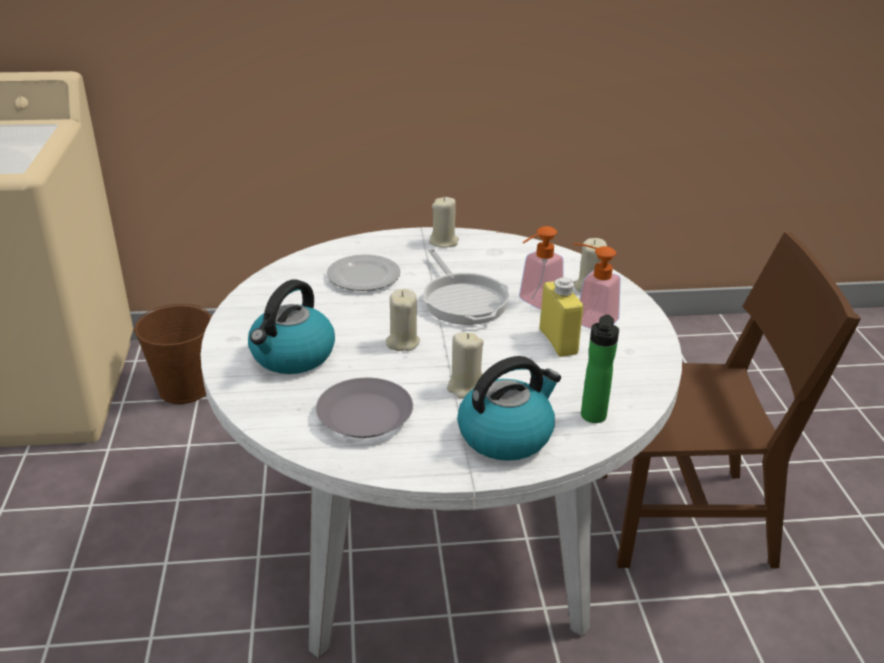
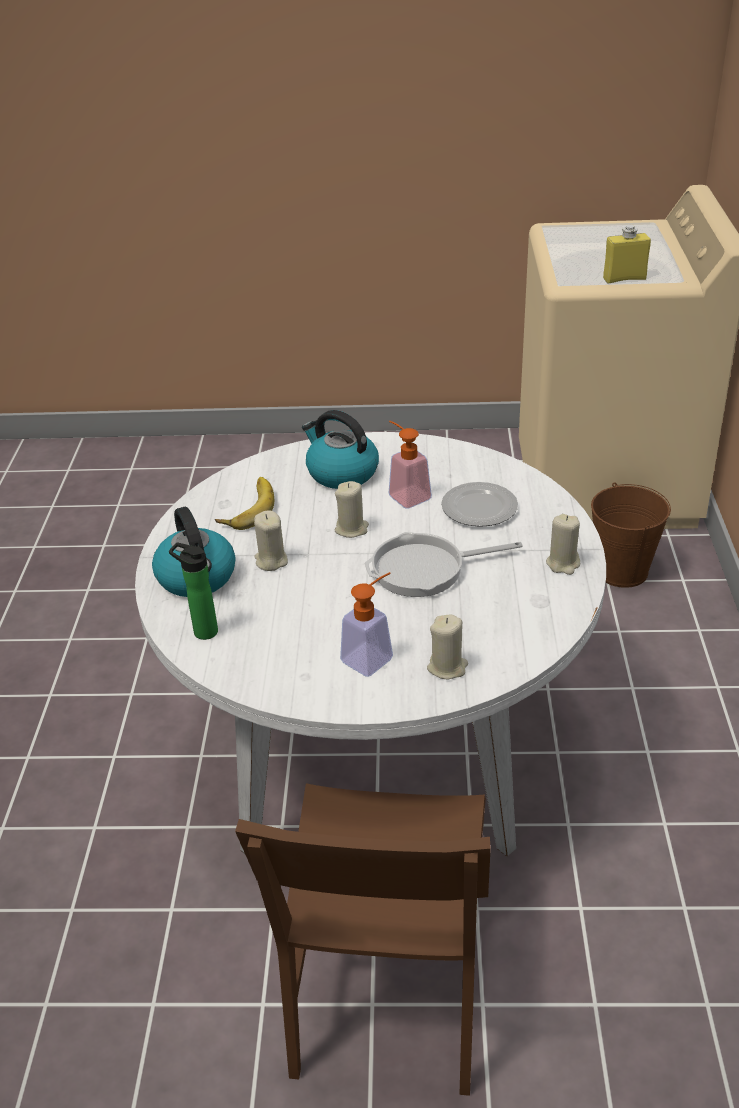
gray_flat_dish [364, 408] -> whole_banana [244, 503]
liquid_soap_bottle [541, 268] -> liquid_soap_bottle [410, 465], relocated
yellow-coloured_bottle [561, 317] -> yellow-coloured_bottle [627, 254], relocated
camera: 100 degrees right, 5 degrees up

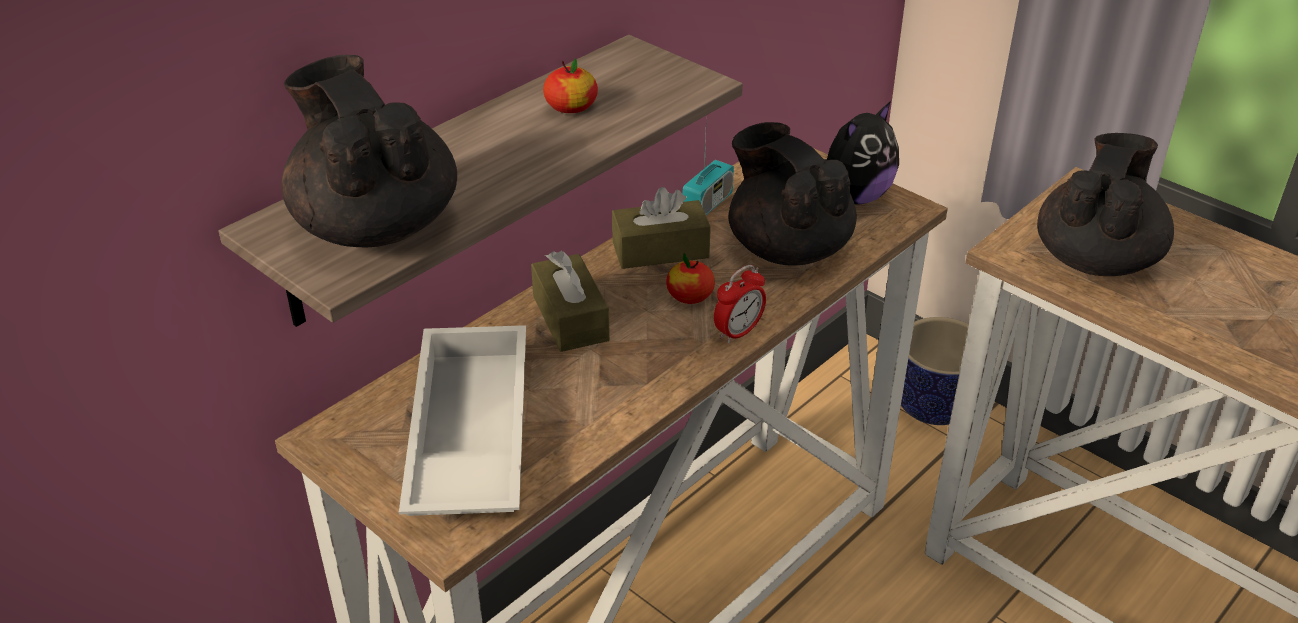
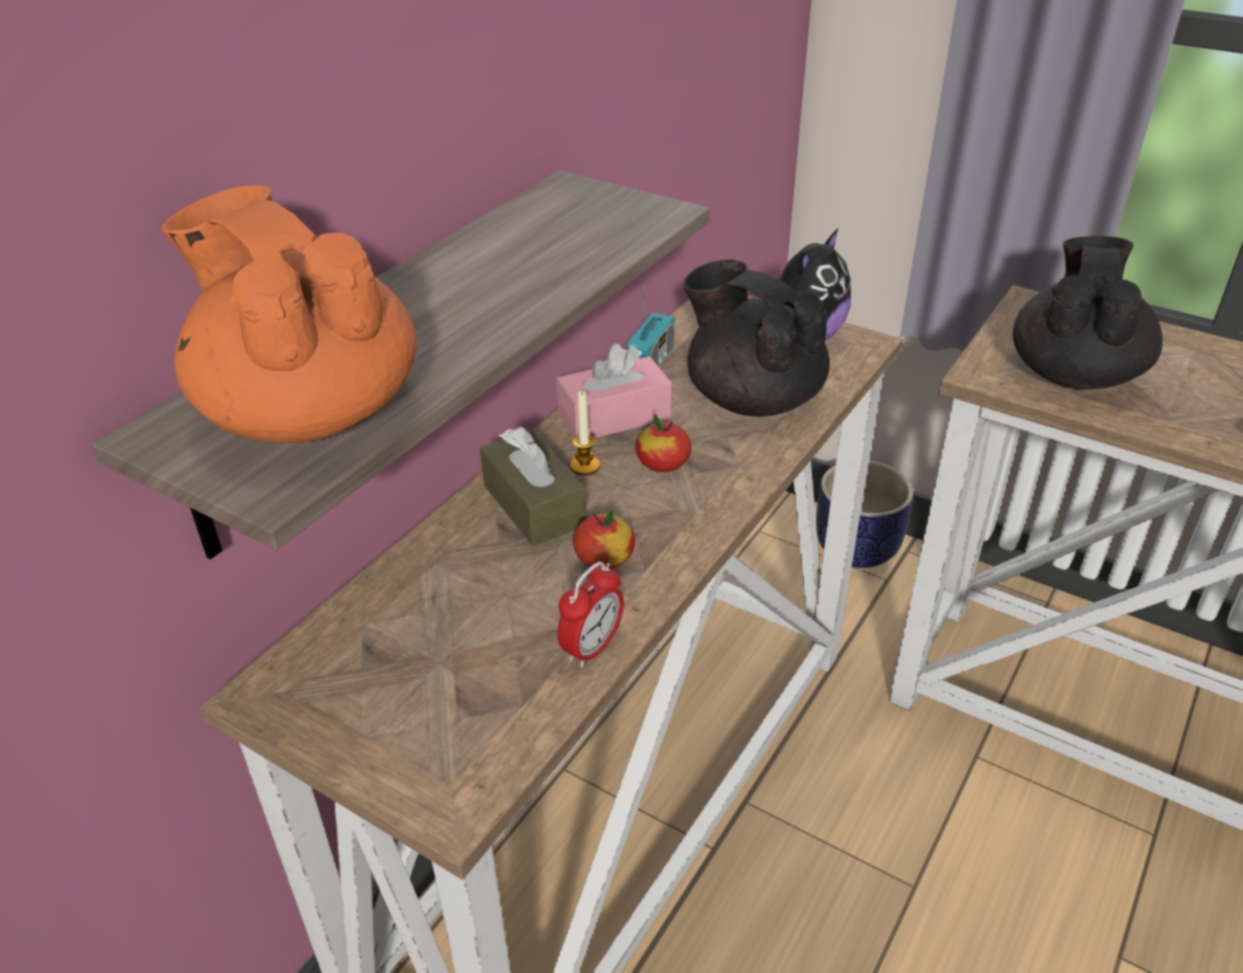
black_pot_for_tea [369, 151] -> orangey_pot_for_tea [289, 314]
brownish_box_of_tissues [661, 228] -> pink-coloured_box_of_tissues [614, 391]
table_clock [740, 304] -> table_clock [590, 614], relocated
none -> wax_light [585, 433]
apple [570, 85] -> apple [604, 540], relocated
white-coloured_carrying_tray [462, 420] -> none
camera: 10 degrees left, 0 degrees up

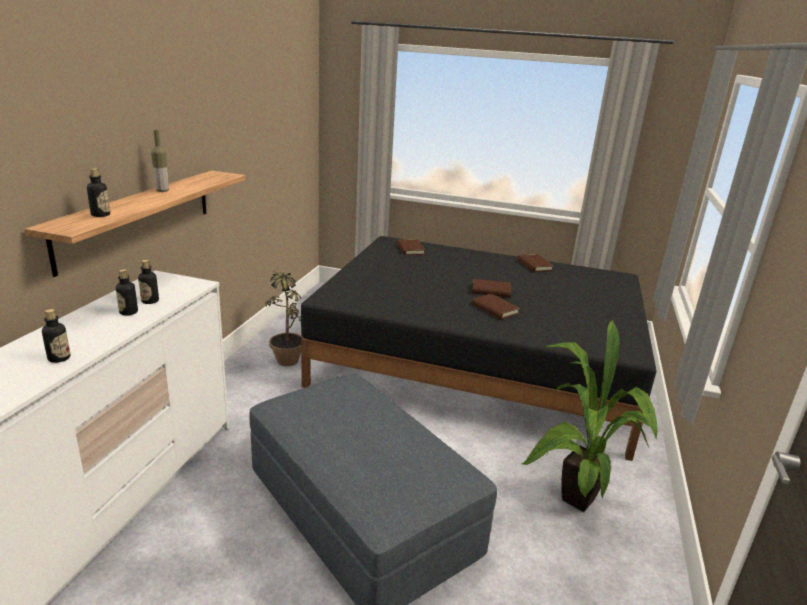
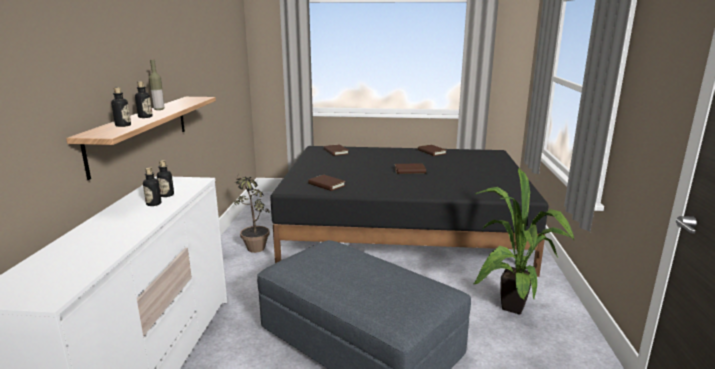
bottle [56, 336] -> bottle [144, 99], relocated
brownish_book [496, 307] -> brownish_book [327, 183], relocated
camera: 10 degrees left, 5 degrees down

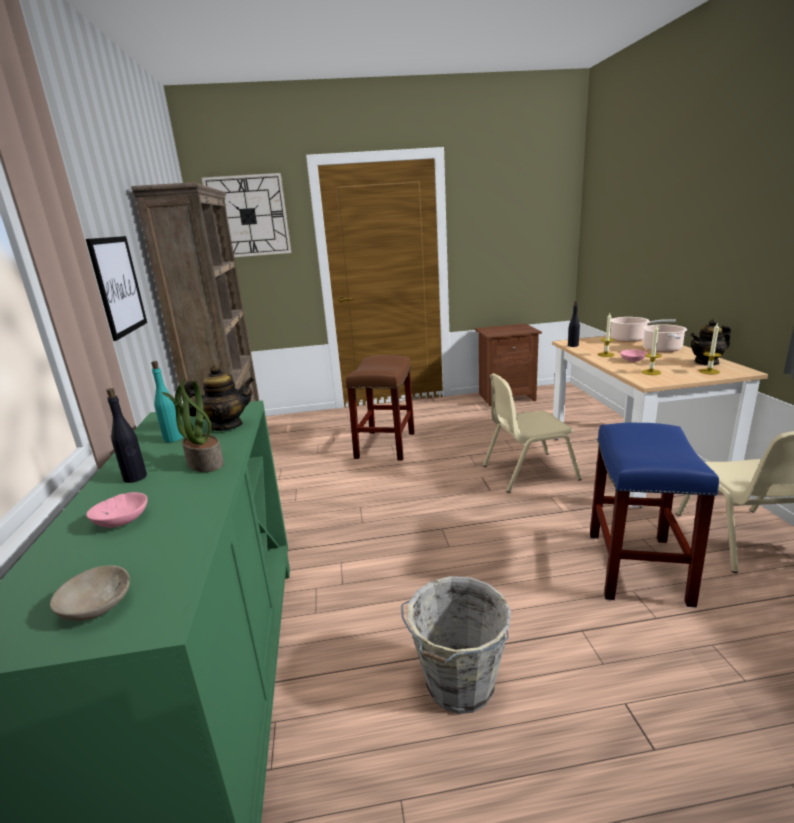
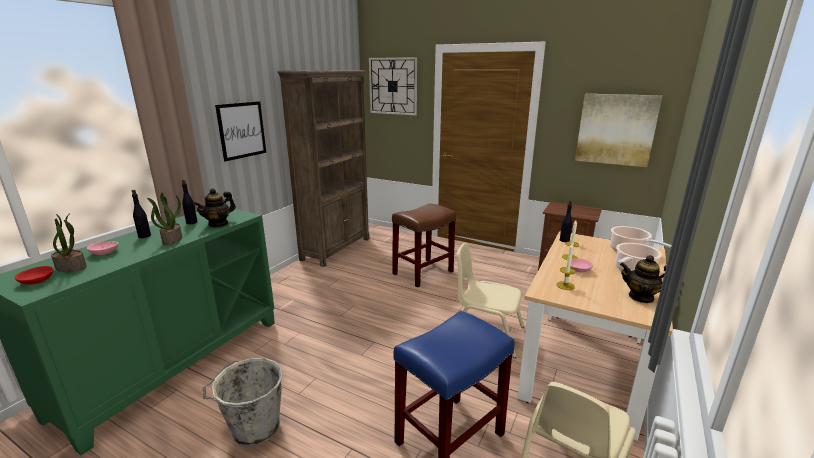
sand-coloured_bowl [90, 593] -> red_bowl [33, 275]
none -> potted_plant [69, 242]
turquoise_bottle [167, 401] -> black_bottle [189, 202]
pot_for_tea [219, 397] -> pot_for_tea [215, 207], 105 degrees clockwise
none -> wall_art [618, 130]
wax_light [710, 349] -> none
camera: 35 degrees right, 0 degrees up

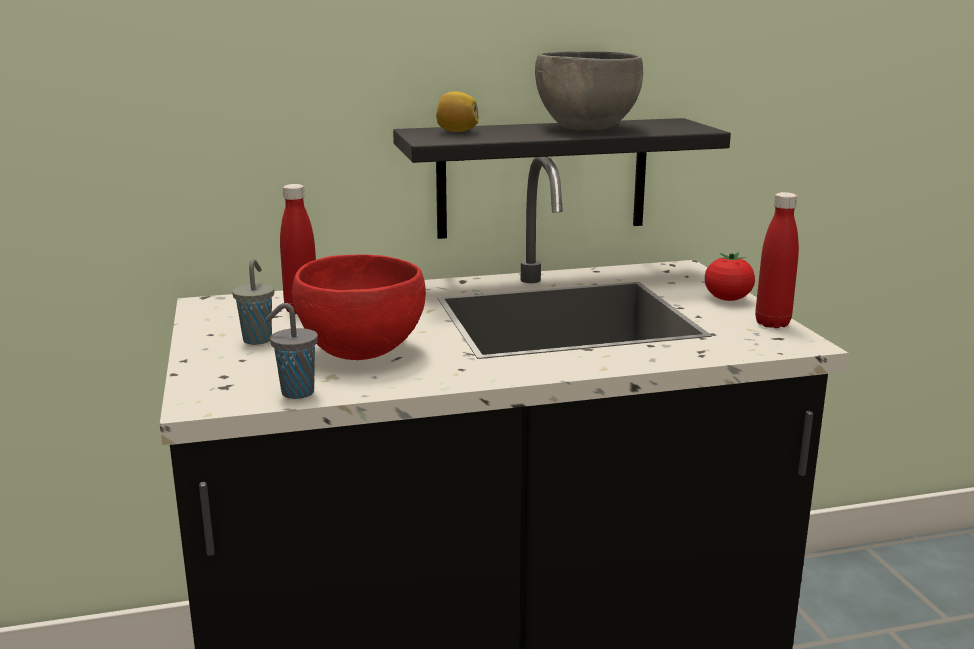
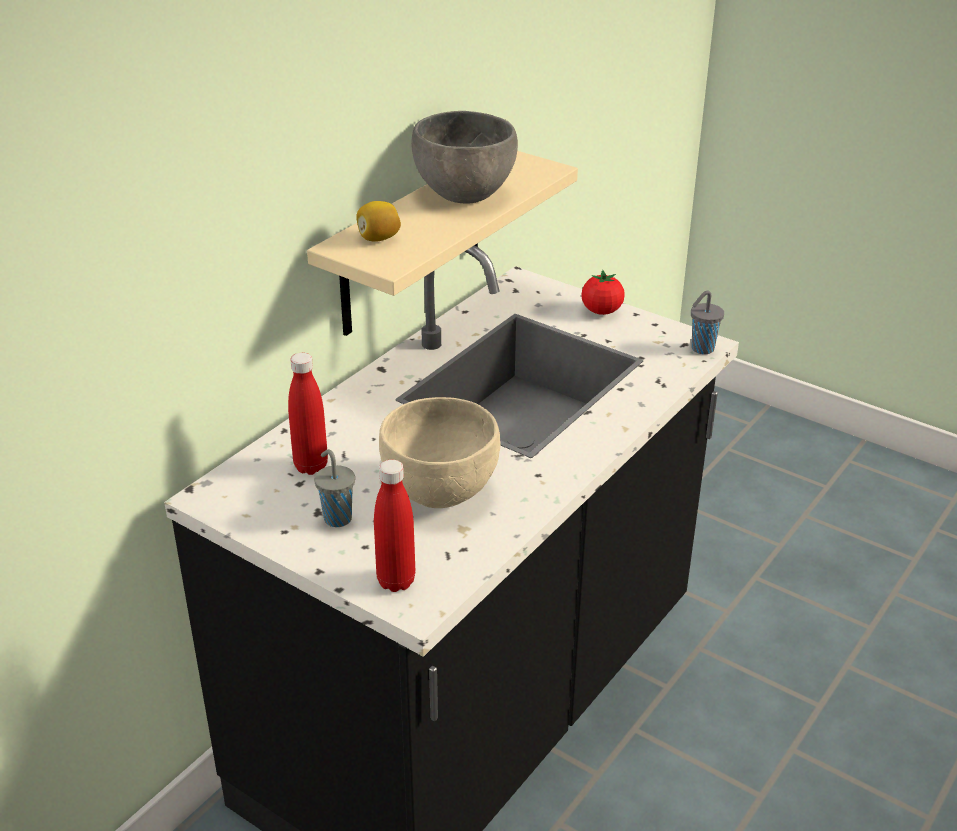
black_bracket_shelf [562, 178] -> sand-coloured_bracket_shelf [442, 243]
red_bottle [777, 260] -> red_bottle [395, 526], relocated
red_bowl [359, 307] -> sand-coloured_bowl [440, 452]
gray_small_cup [291, 351] -> gray_small_cup [707, 322], relocated
camera: 40 degrees left, 15 degrees up

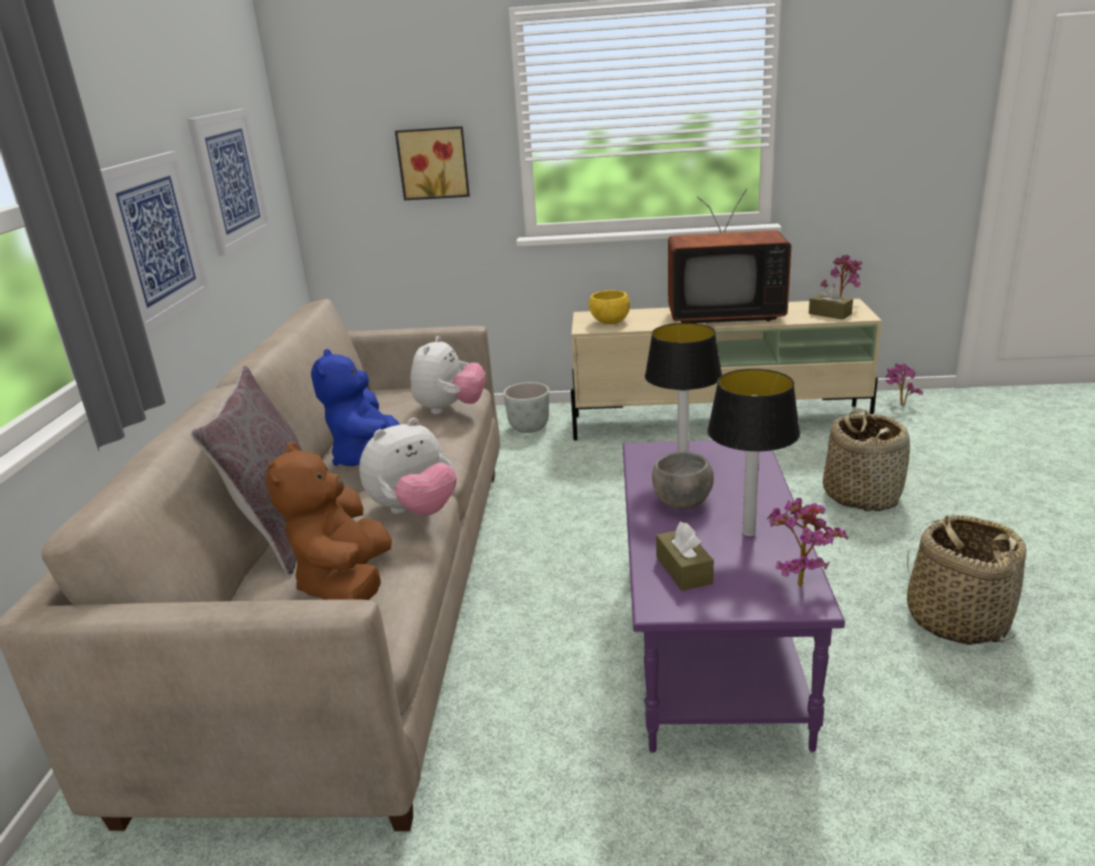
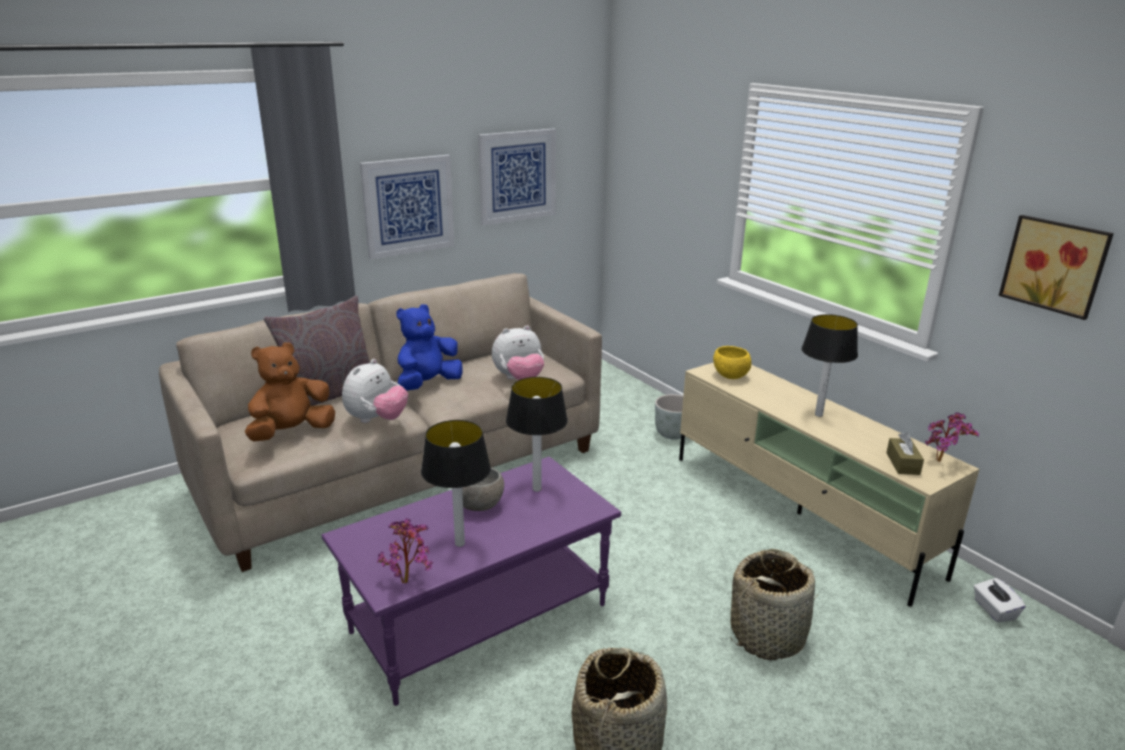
plush_toy [408, 467] -> plush_toy [375, 391], 75 degrees counterclockwise
TV [729, 256] -> table_lamp [829, 365]
potted_plant [904, 384] -> white-coloured_box_of_tissues [1000, 600]
wall_art [432, 163] -> wall_art [1056, 267], relocated
brownish_box_of_tissues [685, 556] -> none
camera: 50 degrees right, 0 degrees up

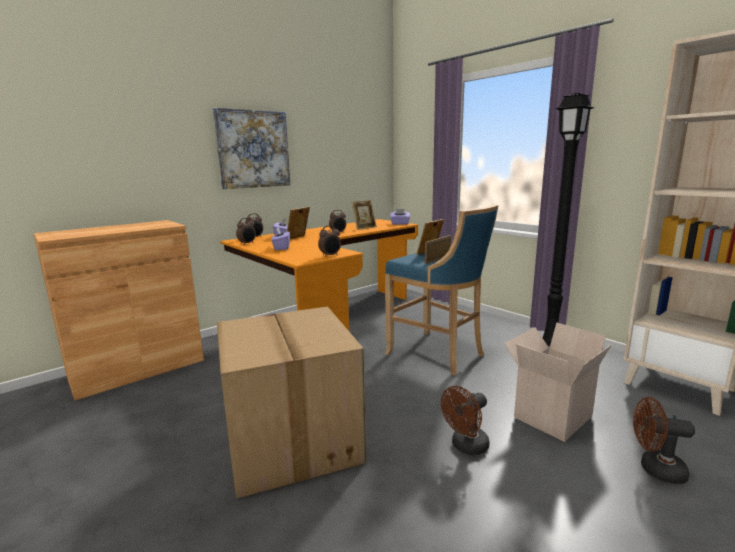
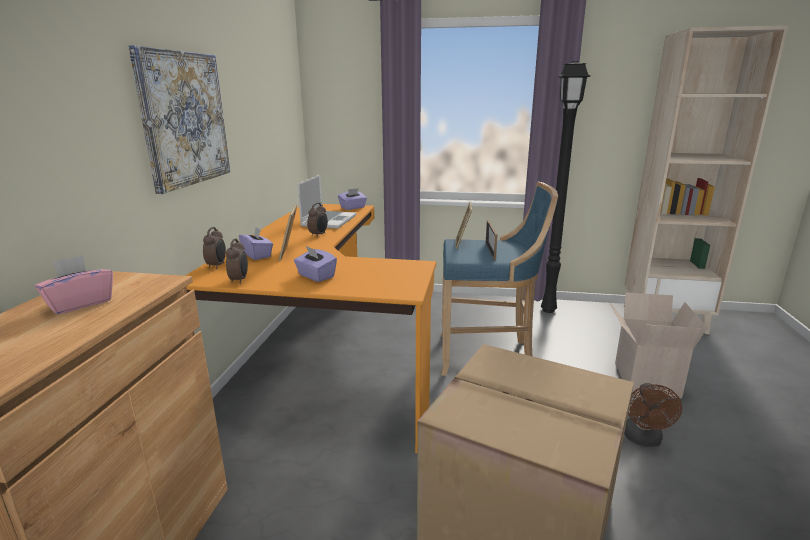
none -> pink-coloured_box_of_tissues [74, 285]
picture_frame [364, 215] -> portable_computer [326, 202]
table_clock [329, 241] -> none
brownish_cooling_fan [664, 440] -> none
camera: 40 degrees left, 5 degrees up

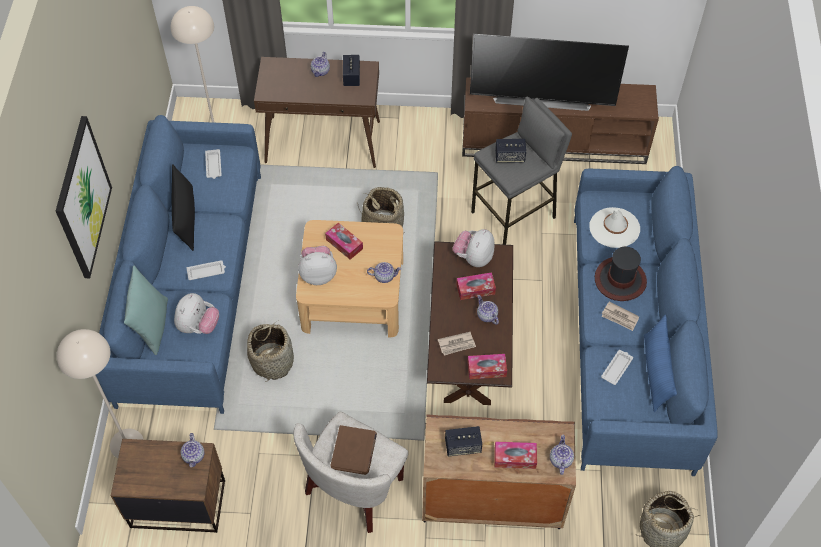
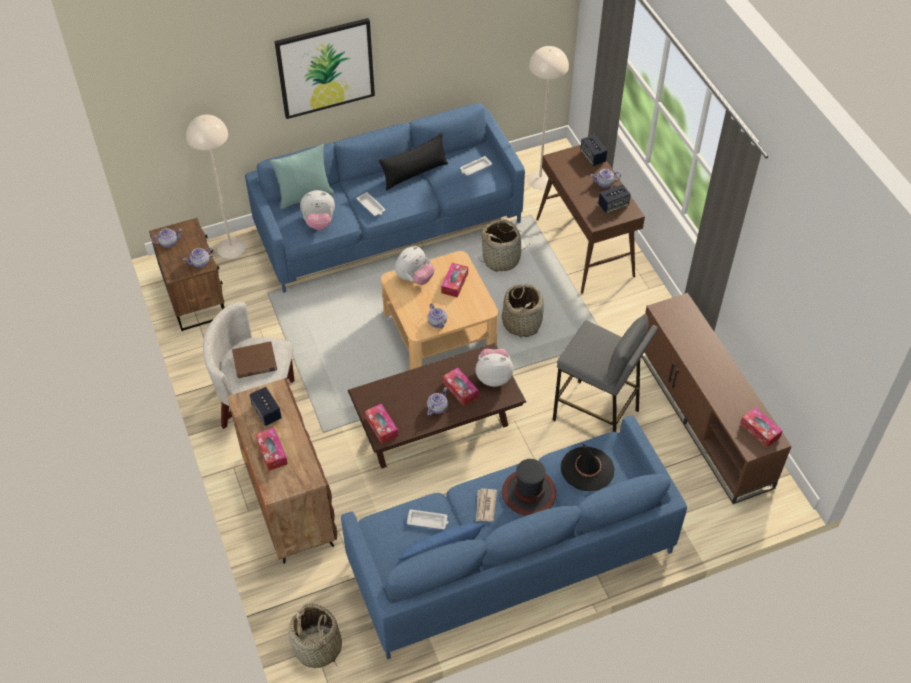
pot_for_tea [562, 454] -> pot_for_tea [166, 238], relocated
plush_toy [317, 265] -> plush_toy [415, 265], 75 degrees clockwise
household_basket [270, 351] -> household_basket [504, 245], relocated
white-coloured_clothing_hat [614, 227] -> black_clothing_hat [588, 466]
loudspeaker [510, 151] -> loudspeaker [594, 150], relocated
none -> box_of_tissues [761, 427]
newspaper [457, 344] -> none
TV [549, 72] -> none
camera: 65 degrees right, 5 degrees down

